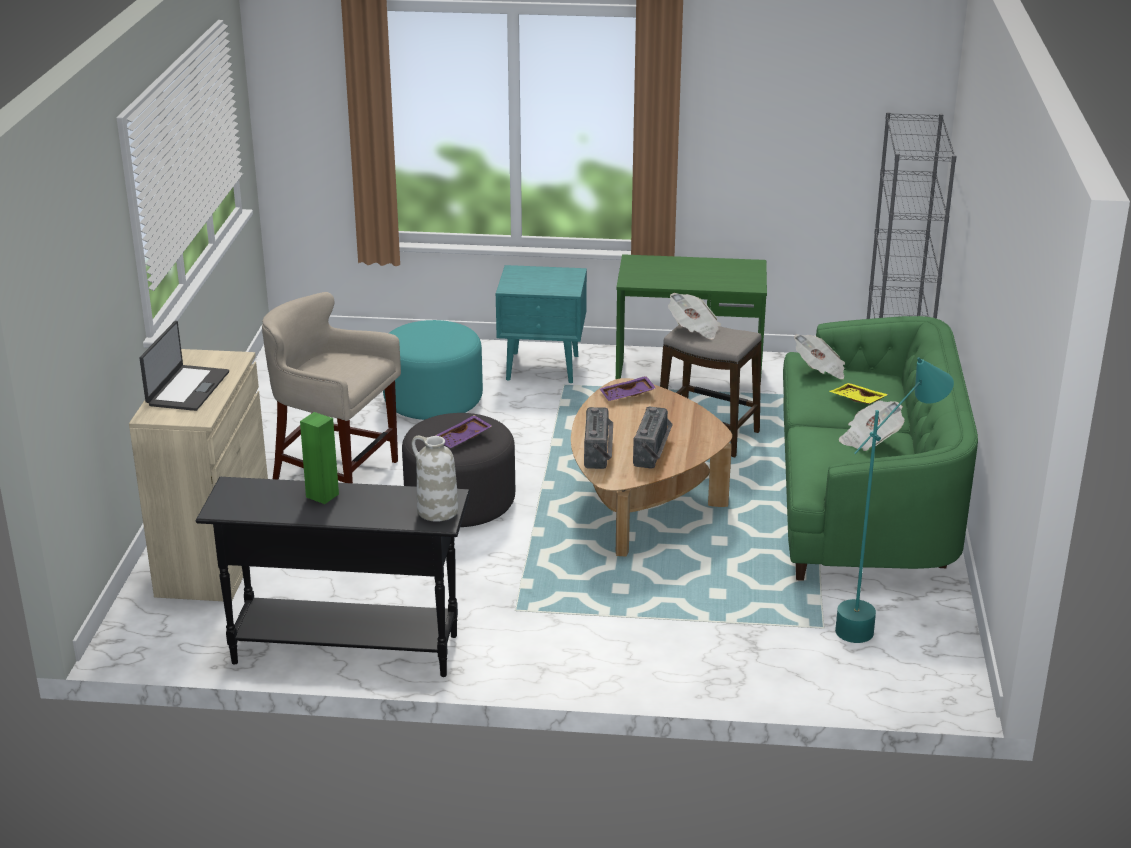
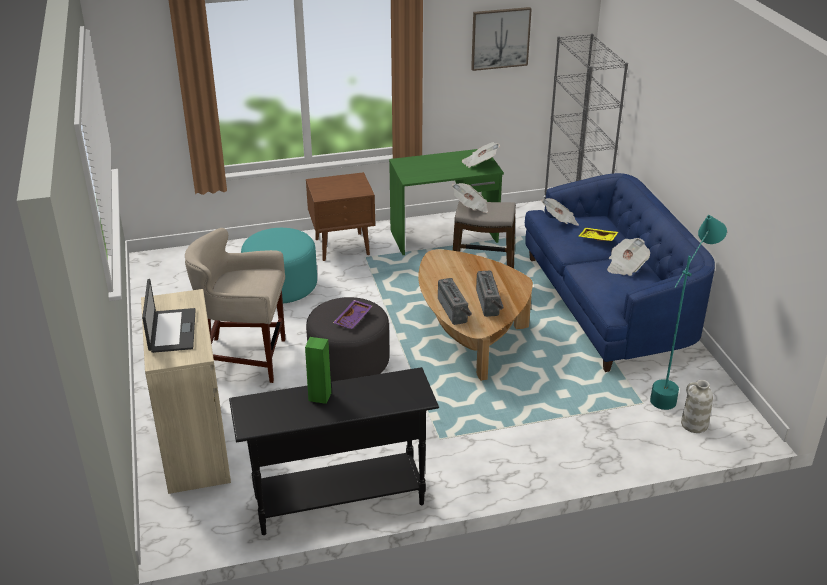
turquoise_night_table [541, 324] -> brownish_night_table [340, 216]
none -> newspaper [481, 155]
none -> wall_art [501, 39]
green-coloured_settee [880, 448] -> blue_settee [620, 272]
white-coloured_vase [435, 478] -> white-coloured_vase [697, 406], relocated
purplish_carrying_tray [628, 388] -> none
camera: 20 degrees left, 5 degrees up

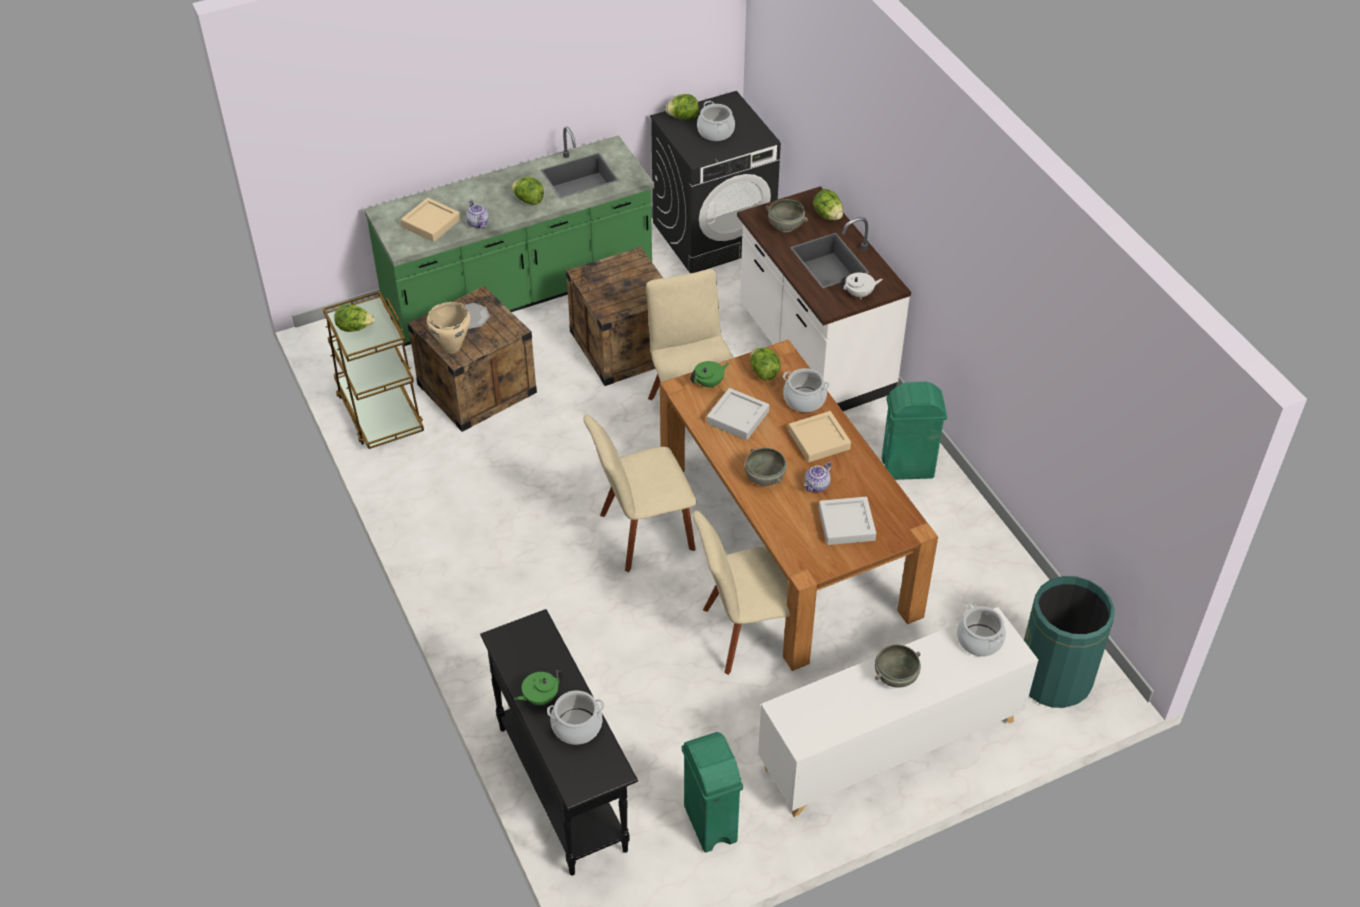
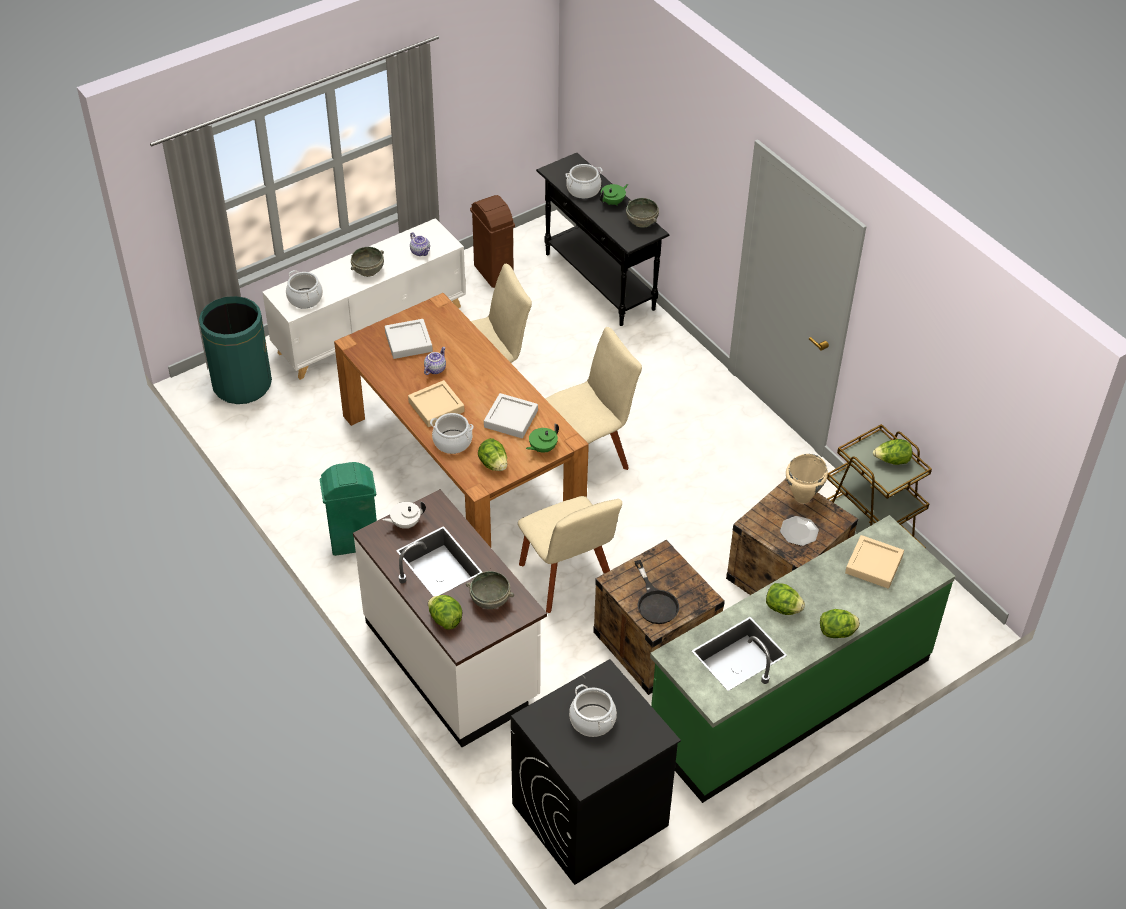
pot_for_tea [477, 214] -> pot_for_tea [420, 244], relocated
green-coloured_trash_can [712, 792] -> brownish_trash_can [492, 241]
gray_bowl [766, 467] -> gray_bowl [642, 213], relocated
none -> black_pan [656, 592]
lettuce_head [682, 106] -> lettuce_head [840, 623], relocated
camera: 170 degrees right, 0 degrees up

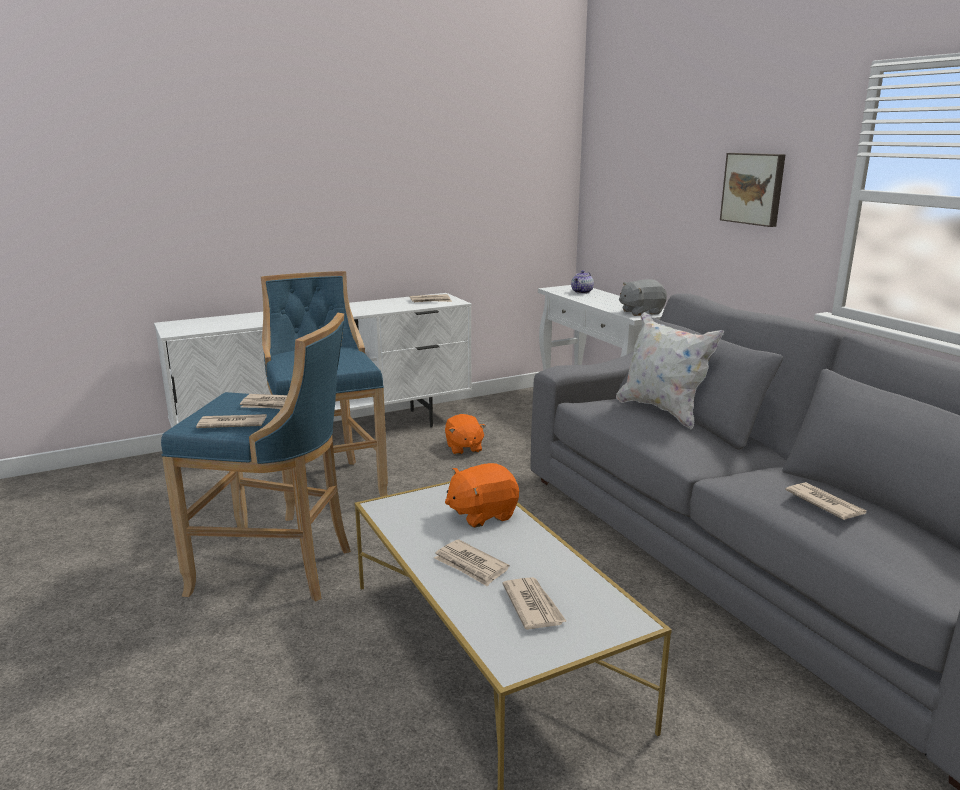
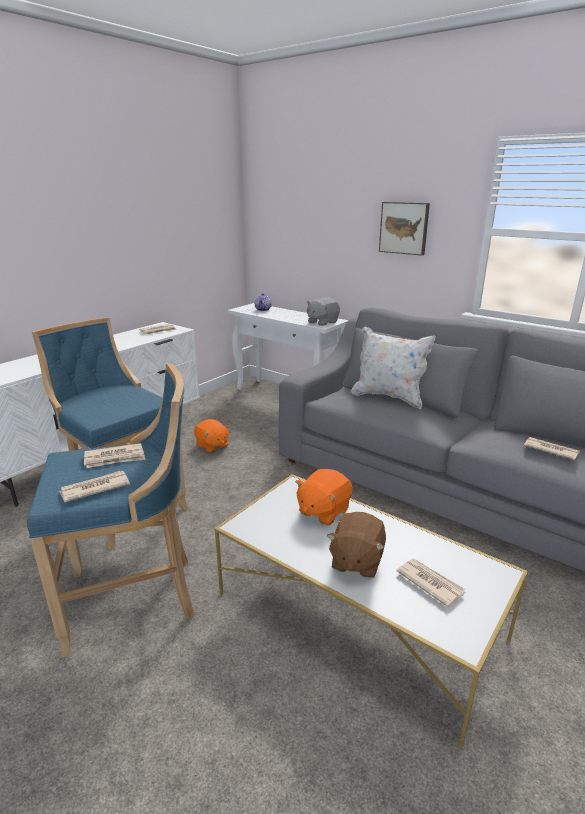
newspaper [471, 563] -> brownish_plush_toy [356, 545]
camera: 25 degrees left, 5 degrees up

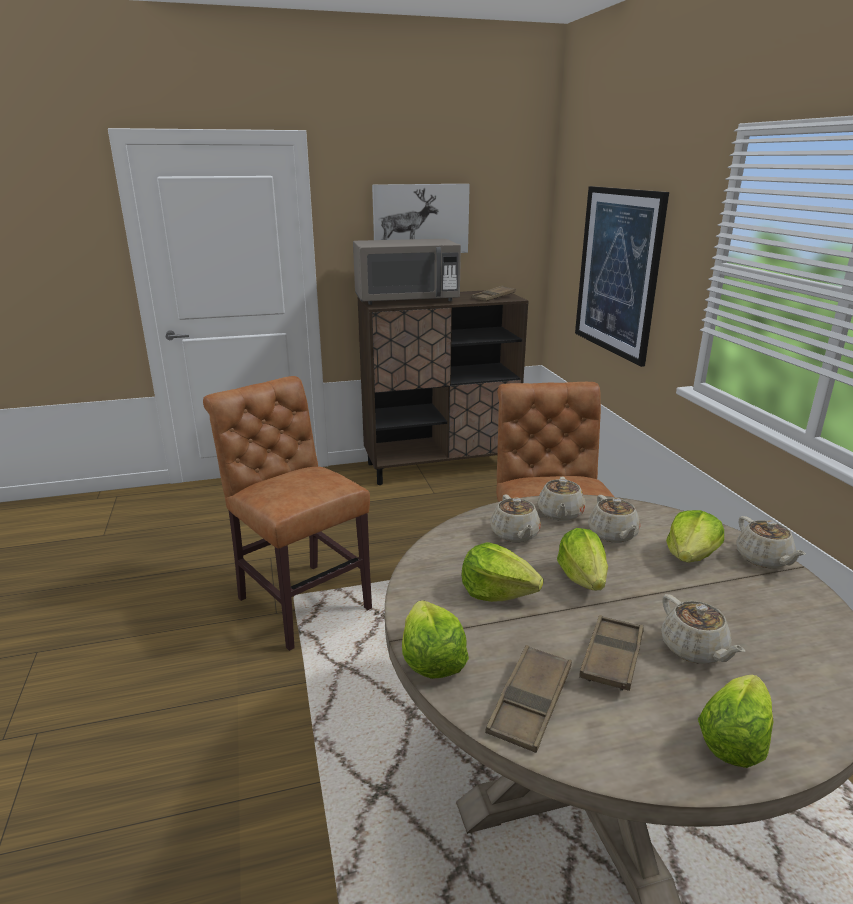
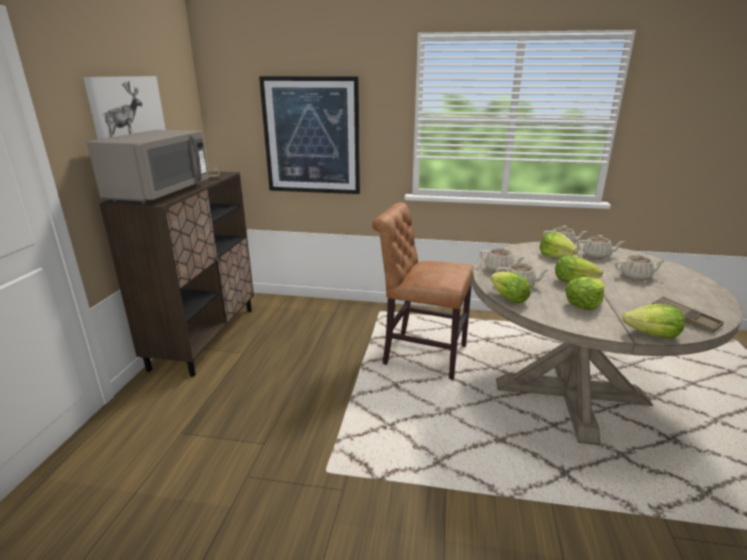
lettuce_head [736, 721] -> lettuce_head [510, 287], relocated
sand-coloured_pot_for_tea [614, 519] -> sand-coloured_pot_for_tea [601, 247], relocated
brownish_upright_chair [287, 513] -> none
brownish_carrying_tray [611, 653] -> none
camera: 65 degrees left, 0 degrees up

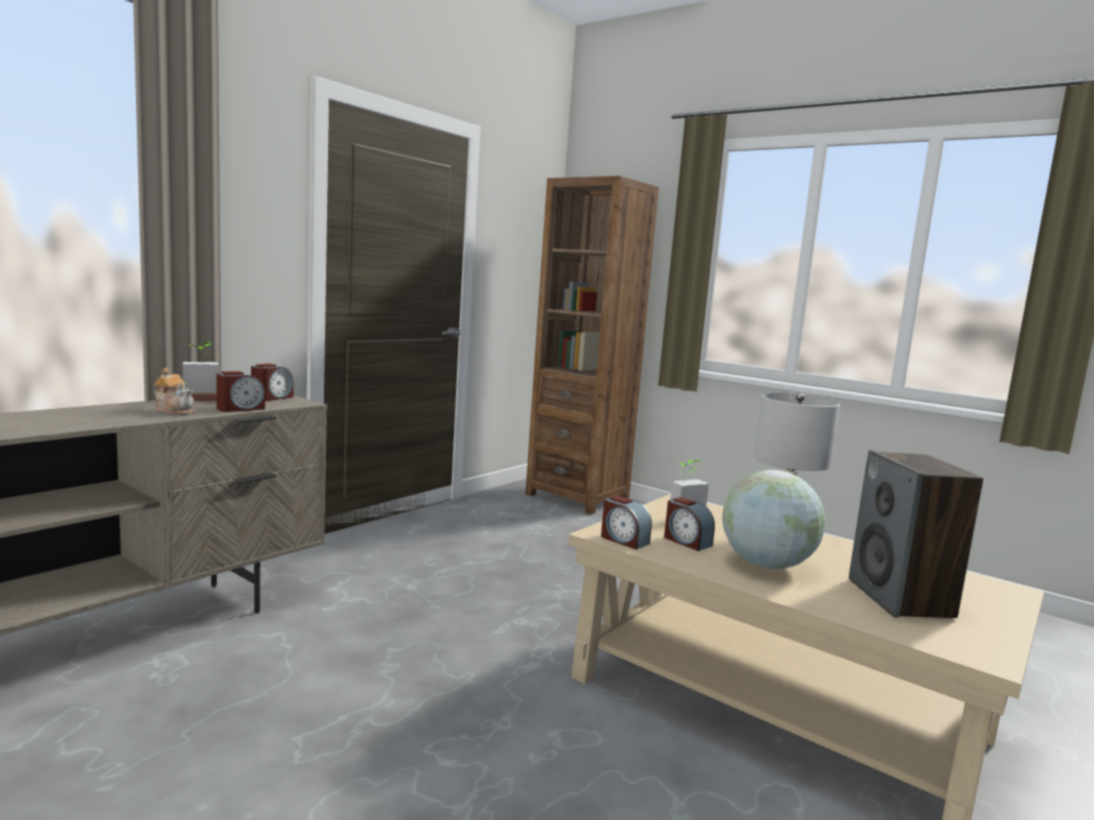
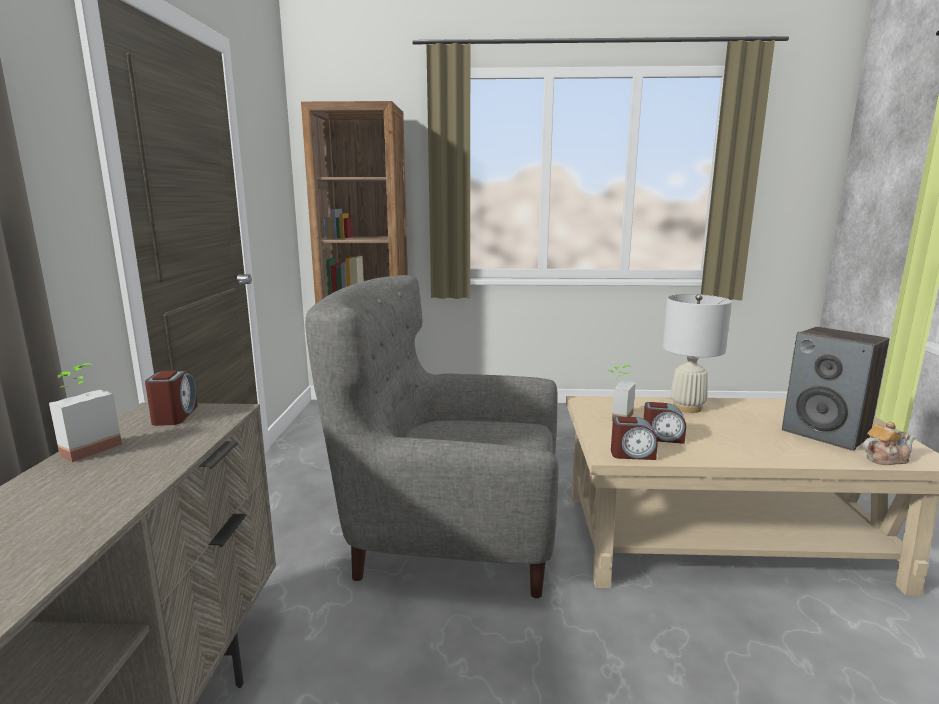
none -> gray_easy_chair [431, 436]
pot_for_tea [174, 391] -> pot_for_tea [889, 443], relocated
table_clock [240, 391] -> none
world_globe [773, 519] -> none
camera: 35 degrees left, 5 degrees up

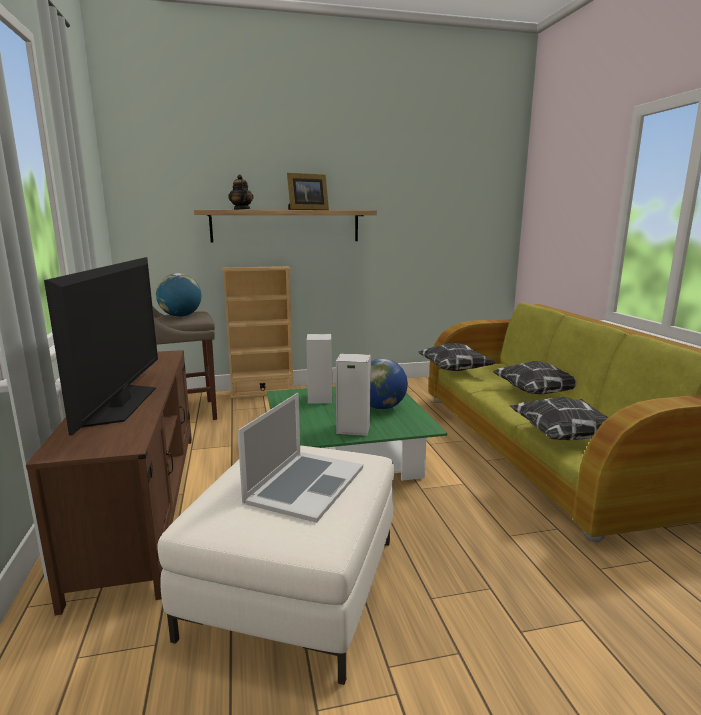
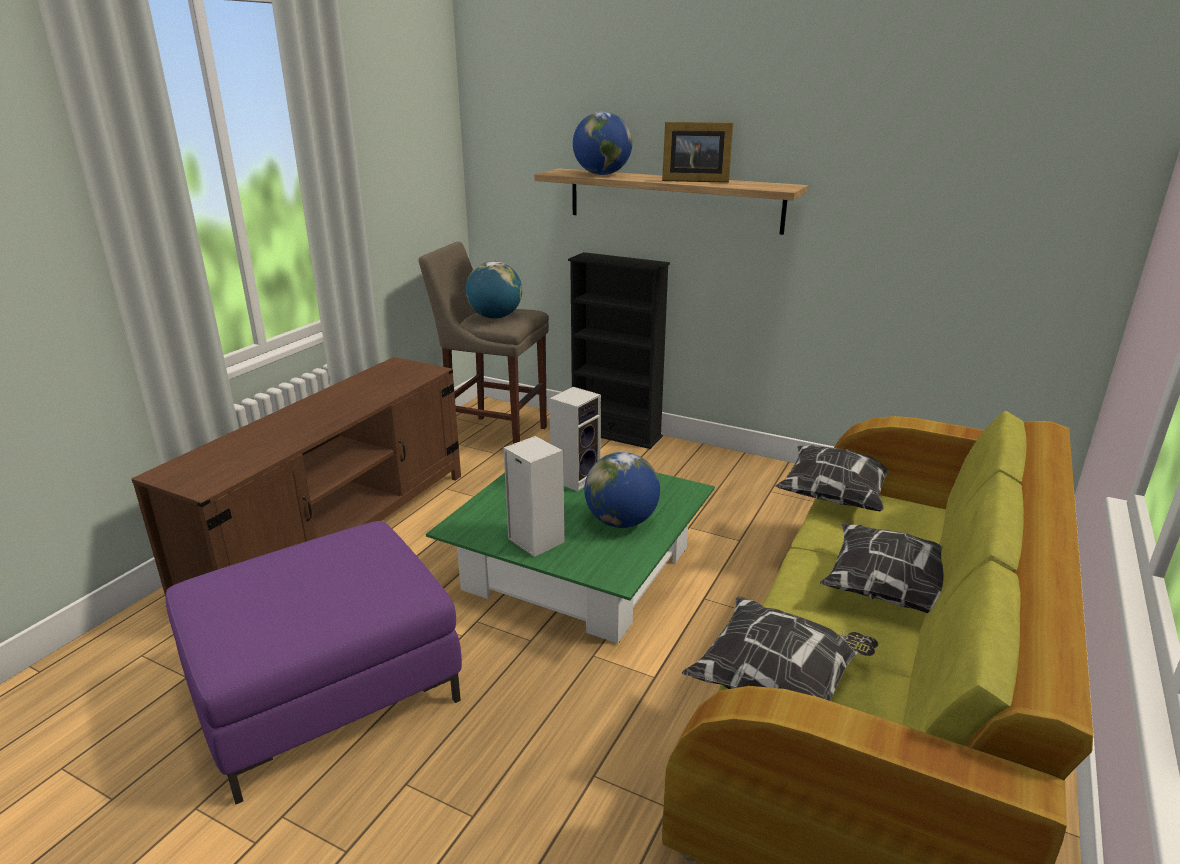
white-coloured_footrest [275, 565] -> purplish_footrest [313, 662]
sand-coloured_bookcase [258, 332] -> black_bookcase [619, 350]
pot_for_tea [240, 192] -> world_globe [602, 143]
TV [101, 346] -> none
portable_computer [300, 458] -> none
camera: 40 degrees right, 10 degrees up

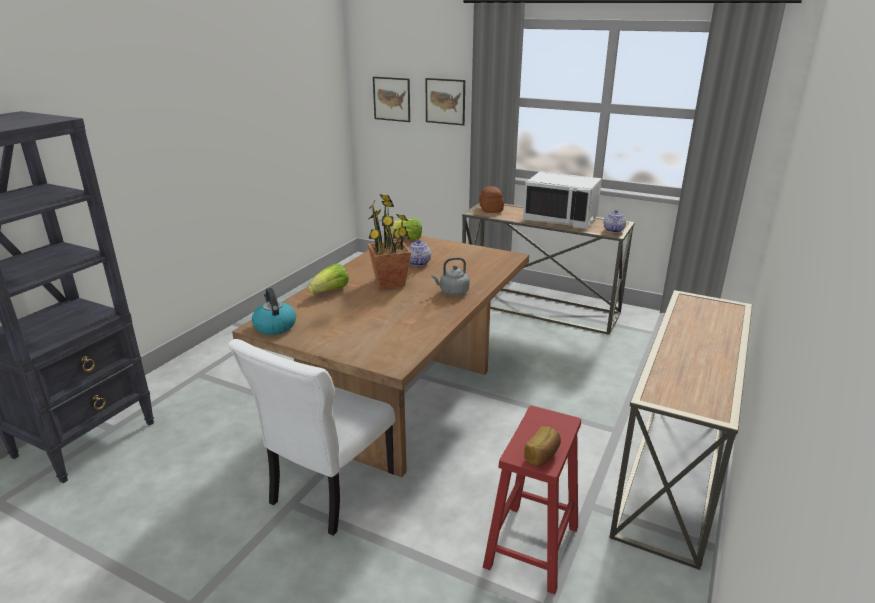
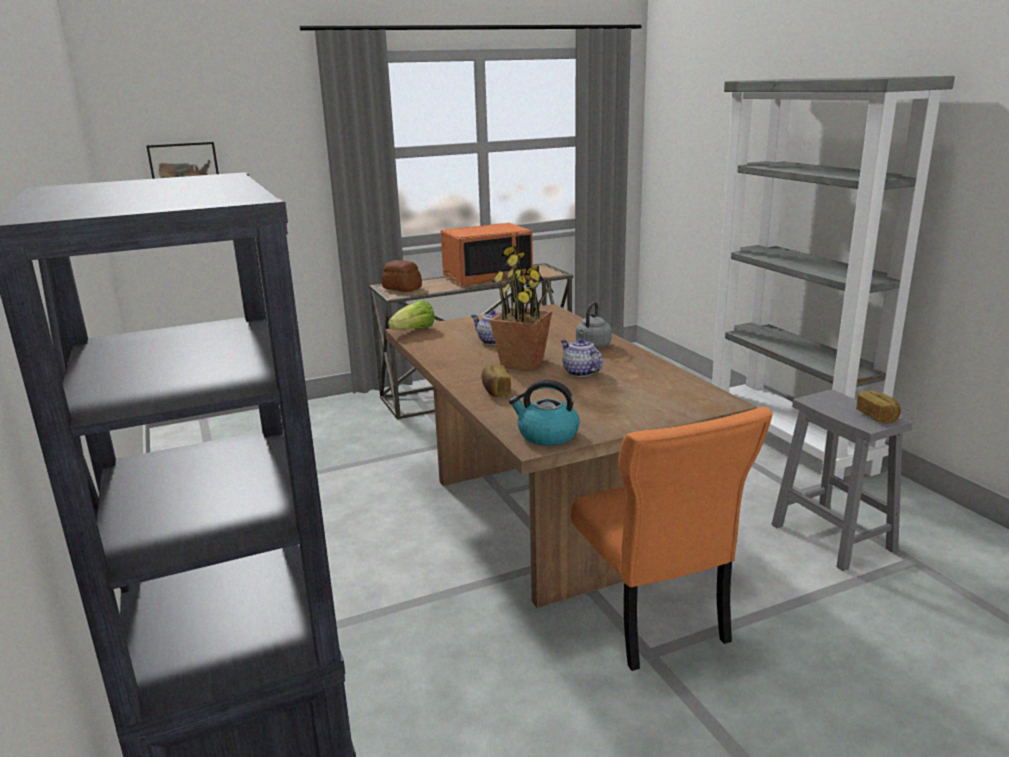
white-coloured_kitchen_microwave [562, 200] -> orangey_kitchen_microwave [487, 254]
lettuce_head [328, 278] -> bread [496, 381]
pot_for_tea [615, 221] -> pot_for_tea [582, 357], relocated
white-coloured_upright_chair [311, 437] -> orangey_upright_chair [672, 539]
narrow_table [680, 430] -> gray_bookcase [833, 281]
red_stool [532, 500] -> gray_stool [841, 480]
wall_art [445, 102] -> none
camera: 50 degrees left, 5 degrees down

